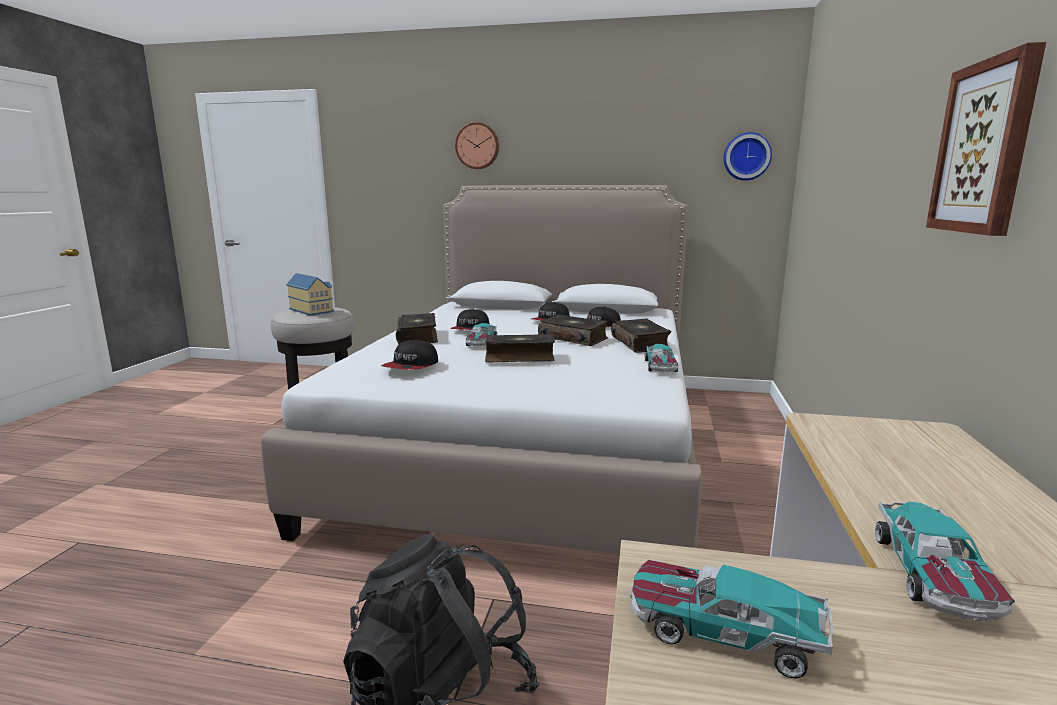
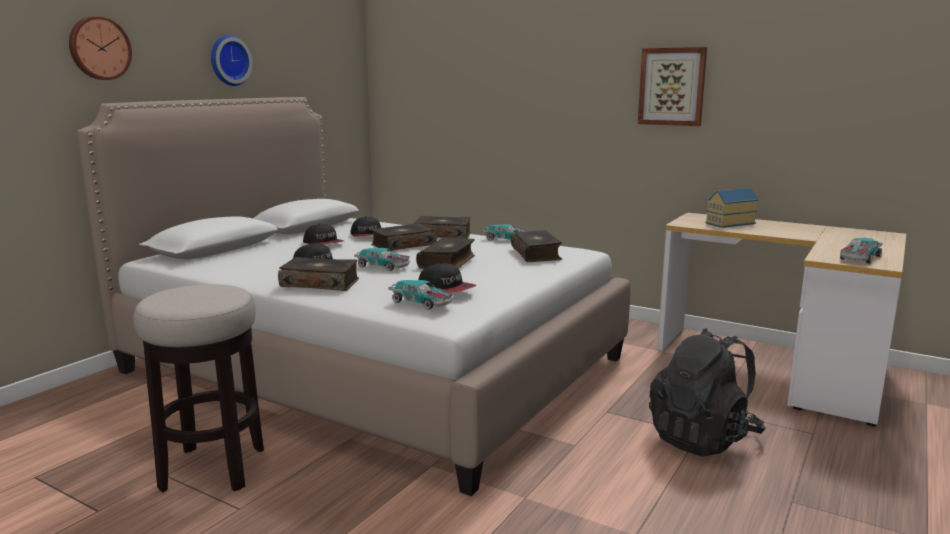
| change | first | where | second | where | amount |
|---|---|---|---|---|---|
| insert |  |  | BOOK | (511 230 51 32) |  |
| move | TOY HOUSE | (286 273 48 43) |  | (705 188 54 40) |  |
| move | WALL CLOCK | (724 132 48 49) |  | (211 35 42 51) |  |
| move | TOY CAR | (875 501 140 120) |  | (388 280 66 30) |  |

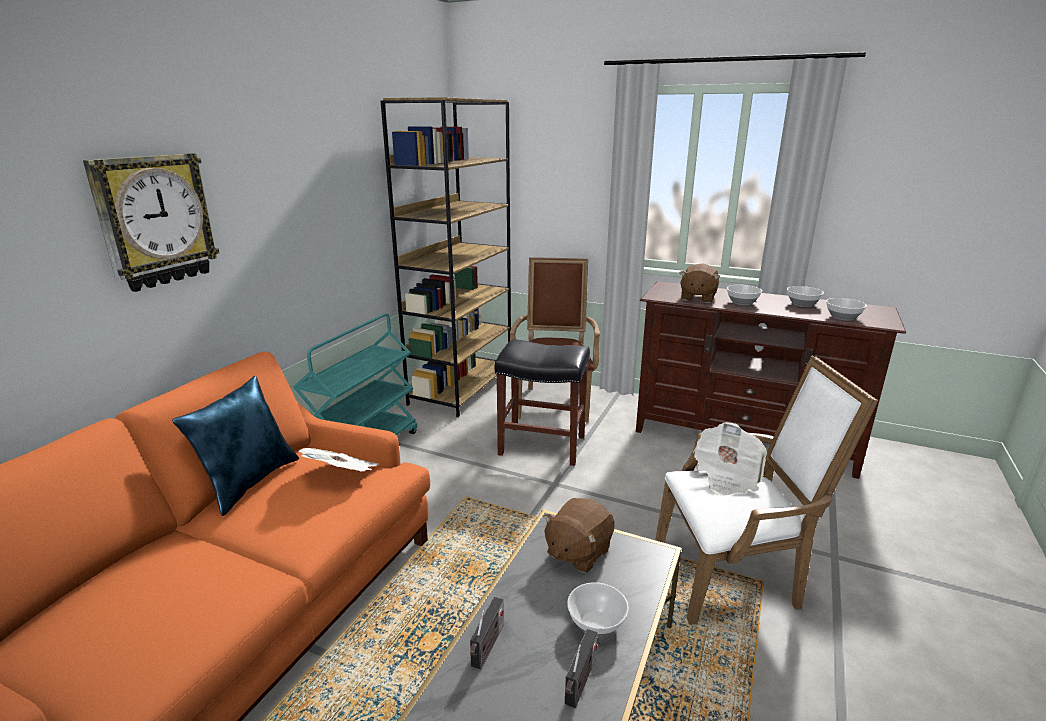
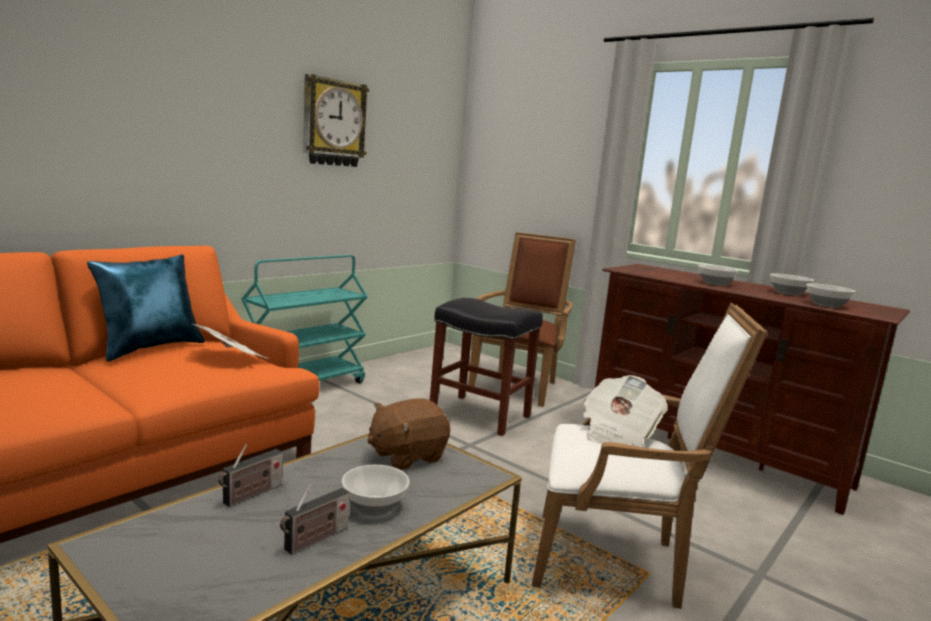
| change | first | where | second | where | amount |
|---|---|---|---|---|---|
| delete | BROWN BOOKCASE | (380 97 131 320) |  |  |  |
| delete | BROWN PLUSH TOY | (680 264 40 39) |  |  |  |
| move | WALL CLOCK | (83 153 136 139) |  | (303 74 66 93) |  |

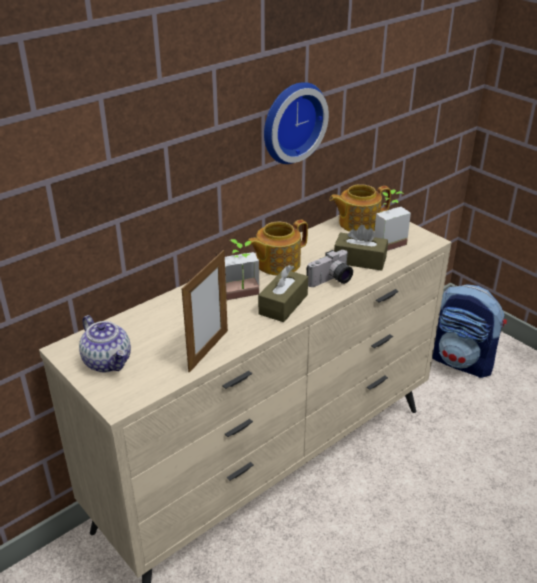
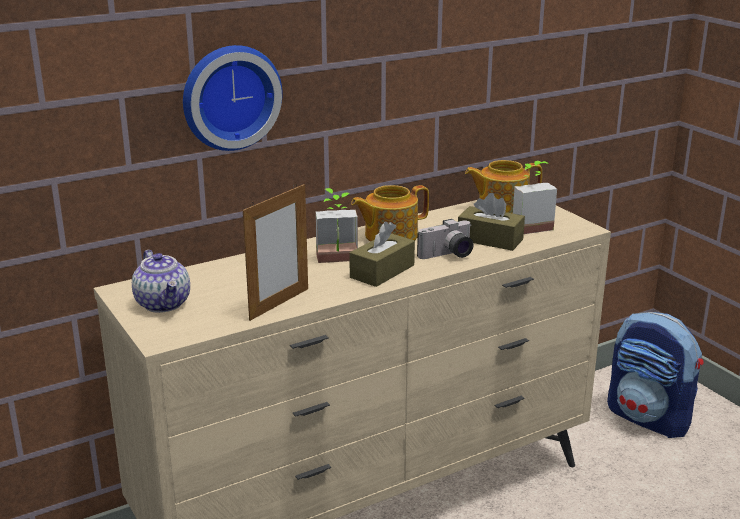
| change | first | where | second | where | amount |
|---|---|---|---|---|---|
| move | WALL CLOCK | (264 82 65 82) |  | (183 45 100 106) |  |

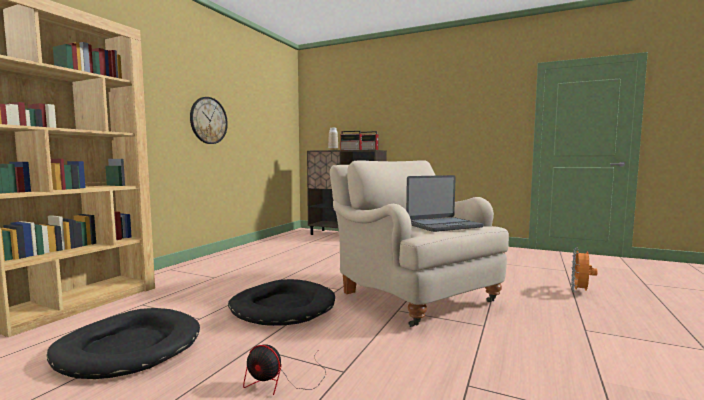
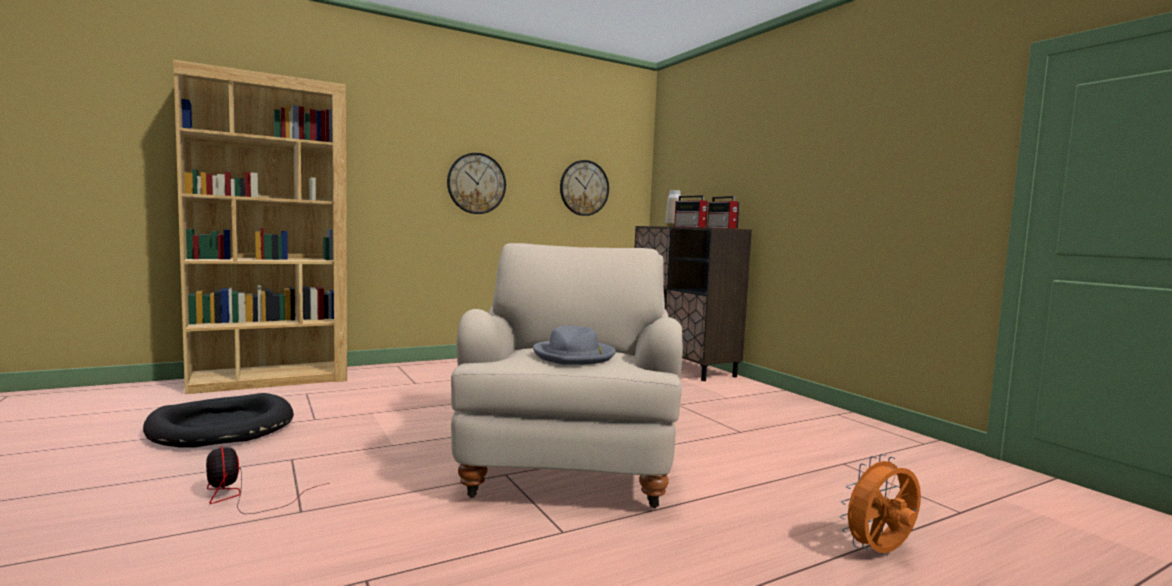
| change | first | where | second | where | amount |
|---|---|---|---|---|---|
| delete | BLACK DOG BED | (228 279 107 47) |  |  |  |
| insert |  |  | WALL CLOCK | (560 160 49 56) |  |
| replace | LAPTOP | (406 175 77 57) | GREY HAT | (533 326 83 39) |  |

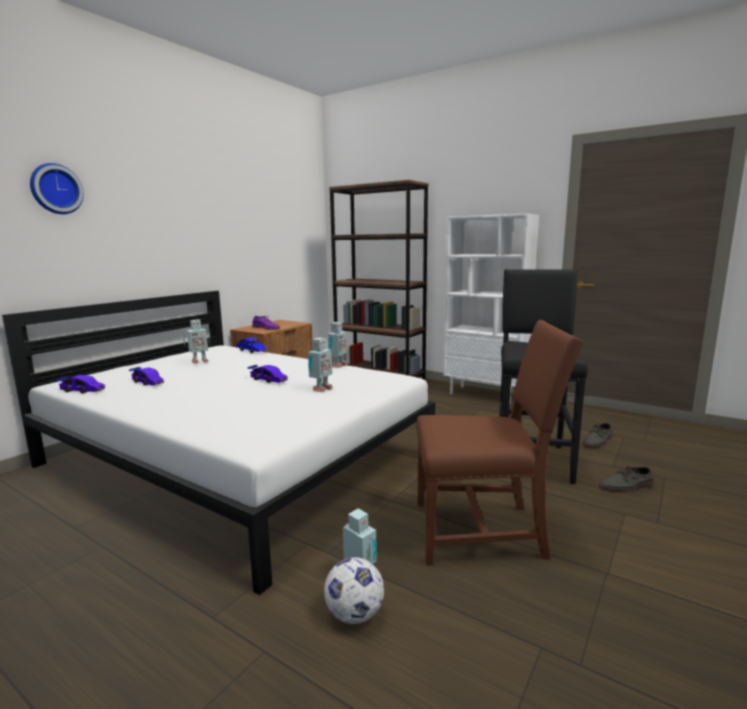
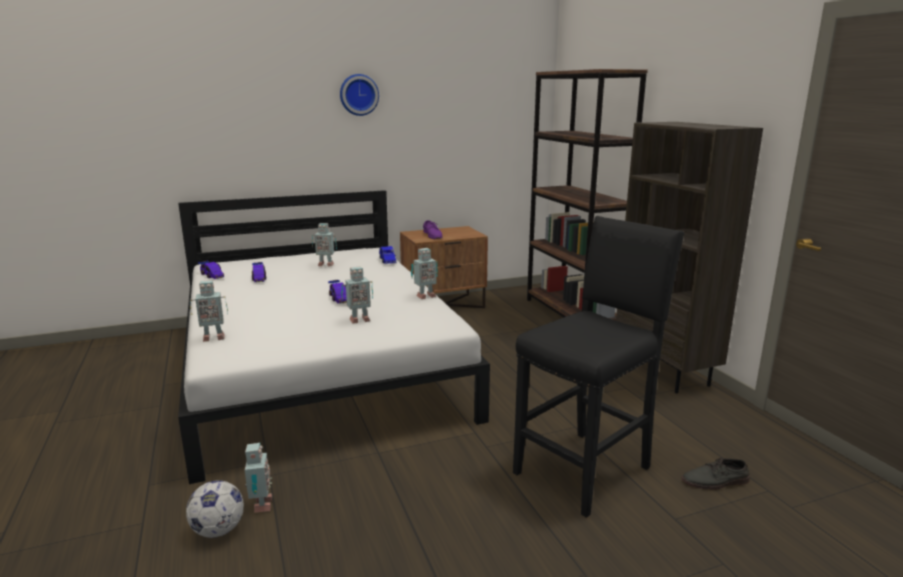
| change | first | where | second | where | amount |
|---|---|---|---|---|---|
| delete | BROWN CHAIR | (416 320 168 245) |  |  |  |
| delete | GREY SHOE | (599 465 55 27) |  |  |  |
| insert |  |  | TOY ROBOT | (190 280 38 62) |  |
| move | WALL CLOCK | (30 163 54 51) |  | (340 74 39 42) |  |
| recolor | WHITE BOOKCASE | (443 213 96 187) | BROWN BOOKCASE | (616 122 147 271) |  |

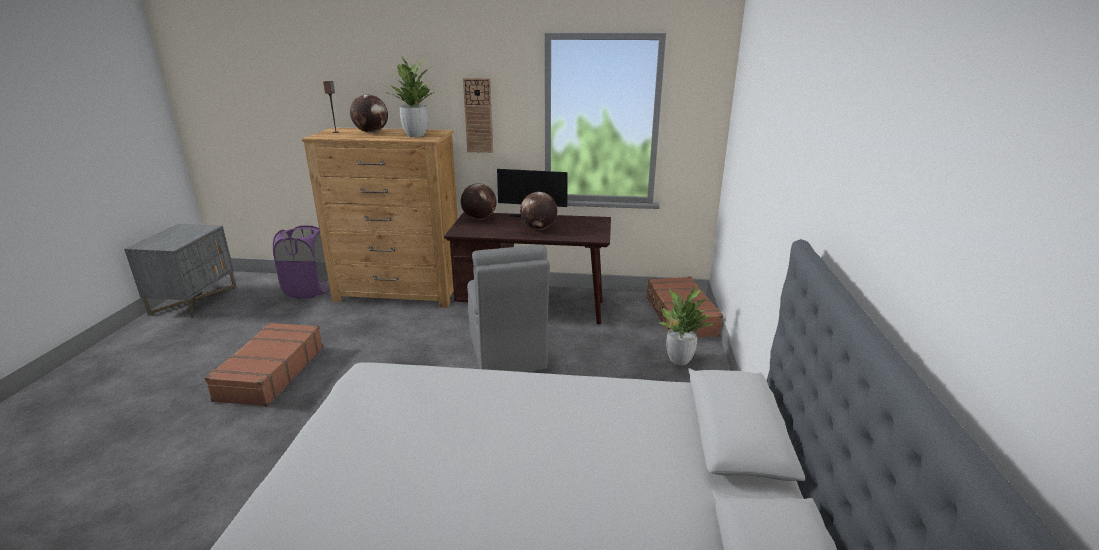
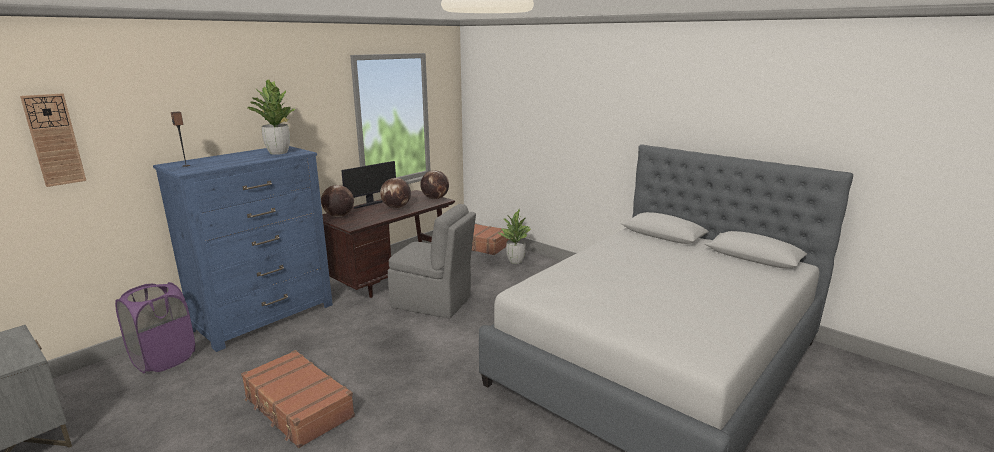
| change | first | where | second | where | amount |
|---|---|---|---|---|---|
| move | GLOBE | (350 94 38 39) |  | (420 170 29 29) |  |
| move | WALL CLOCK | (463 78 30 75) |  | (20 93 66 94) |  |
| recolor | BROWN DRESSER | (302 127 156 181) | BLUE DRESSER | (153 146 180 206) |  |

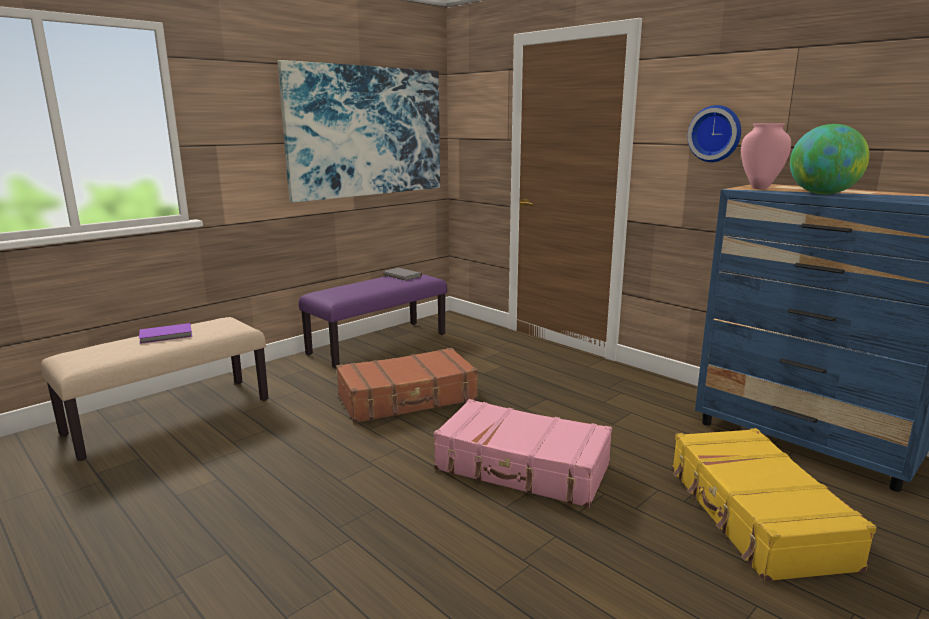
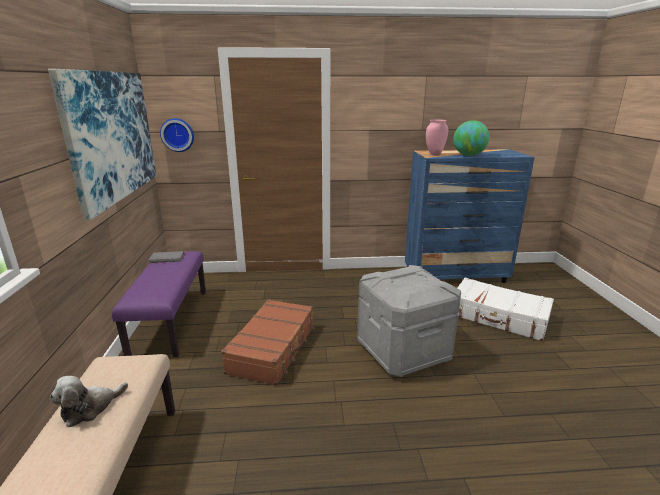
| change | first | where | second | where | amount |
|---|---|---|---|---|---|
| move | WALL CLOCK | (687 105 54 57) |  | (160 118 34 34) |  |
| replace | PURPLE BOOK | (139 323 53 21) | PLUSH TOY | (50 376 78 51) |  |
| replace | PINK SUITCASE | (434 399 178 109) | GREY STORAGE BOX | (357 265 104 112) |  |
| recolor | YELLOW SUITCASE | (672 428 205 154) | WHITE SUITCASE | (457 278 97 63) |  |

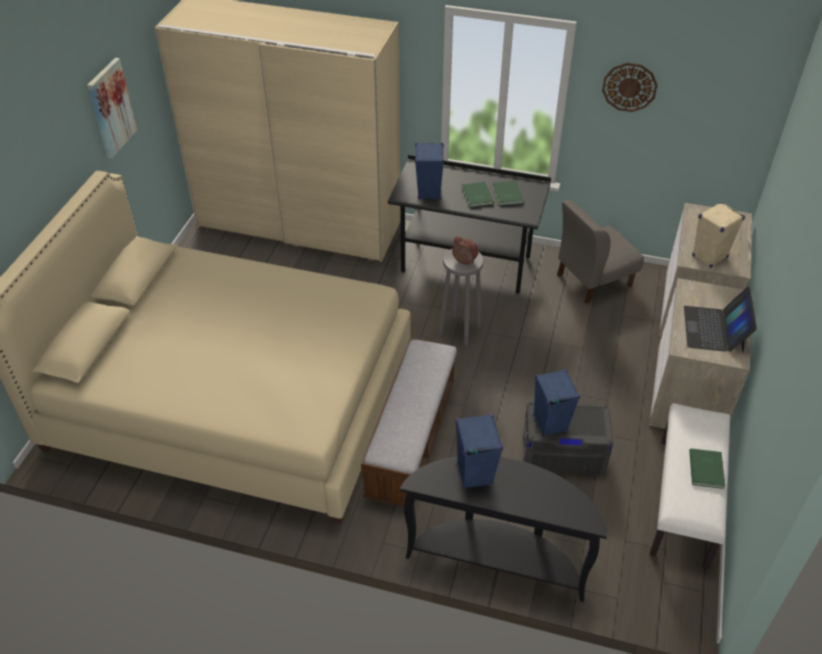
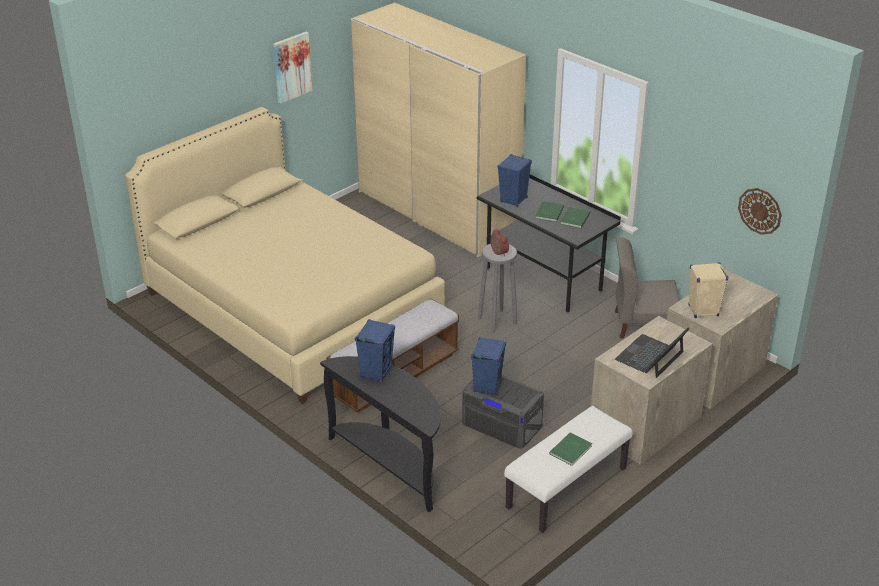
| change | first | where | second | where | amount |
|---|---|---|---|---|---|
| move | WALL CLOCK | (602 63 56 49) |  | (738 188 44 47) |  |

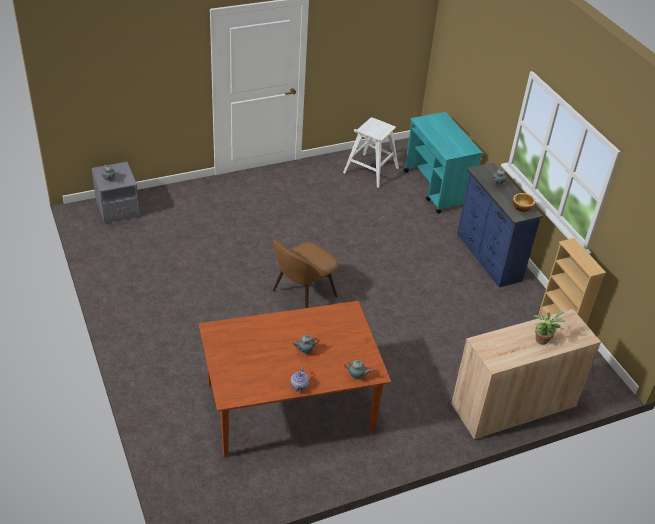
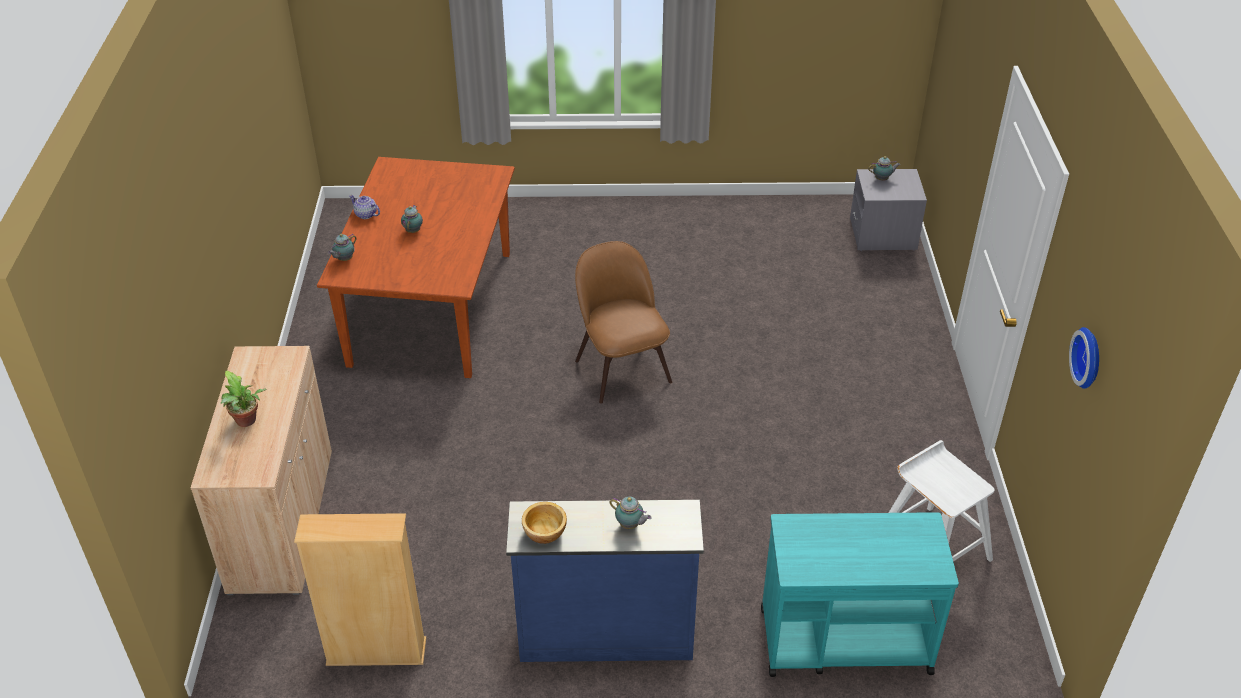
| change | first | where | second | where | amount |
|---|---|---|---|---|---|
| insert |  |  | WALL CLOCK | (1069 327 30 62) |  |

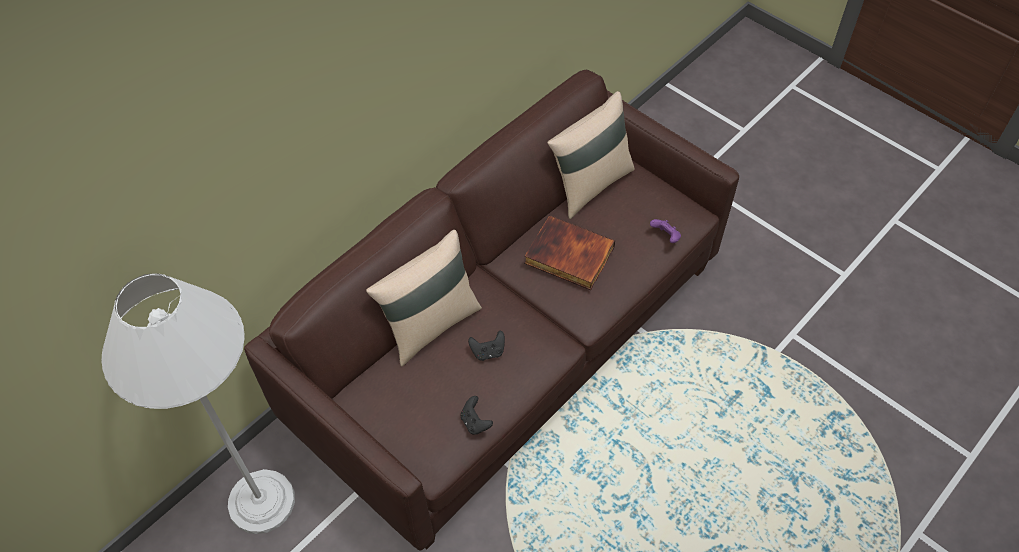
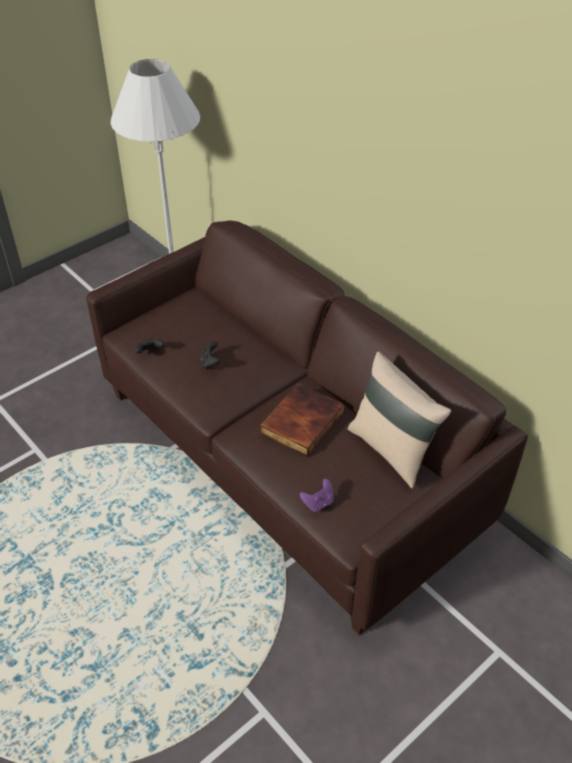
| change | first | where | second | where | amount |
|---|---|---|---|---|---|
| delete | BEIGE PILLOW | (366 230 116 136) |  |  |  |

